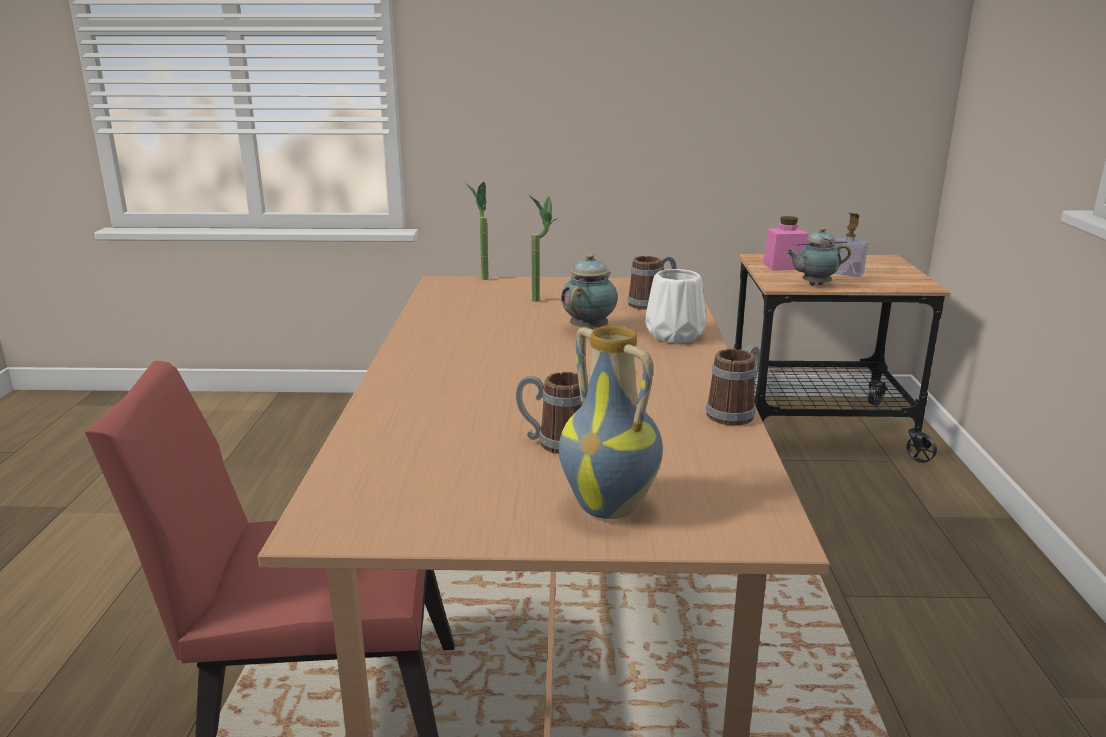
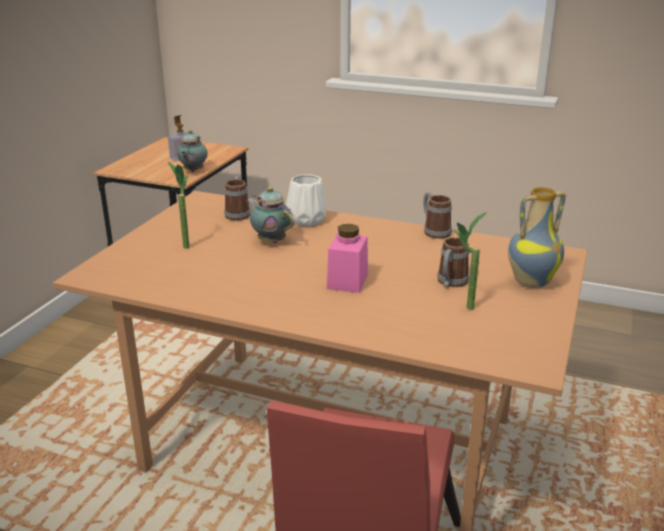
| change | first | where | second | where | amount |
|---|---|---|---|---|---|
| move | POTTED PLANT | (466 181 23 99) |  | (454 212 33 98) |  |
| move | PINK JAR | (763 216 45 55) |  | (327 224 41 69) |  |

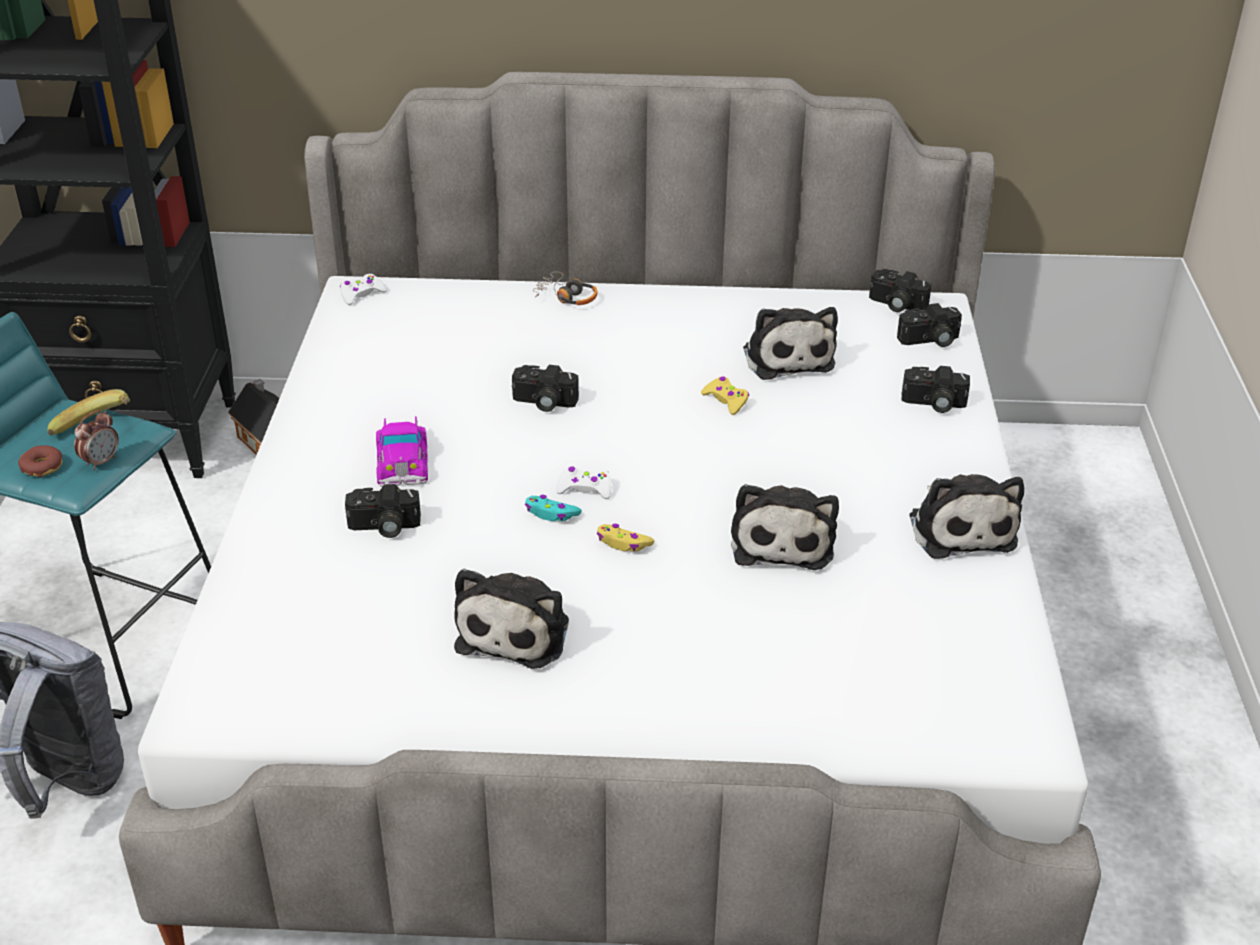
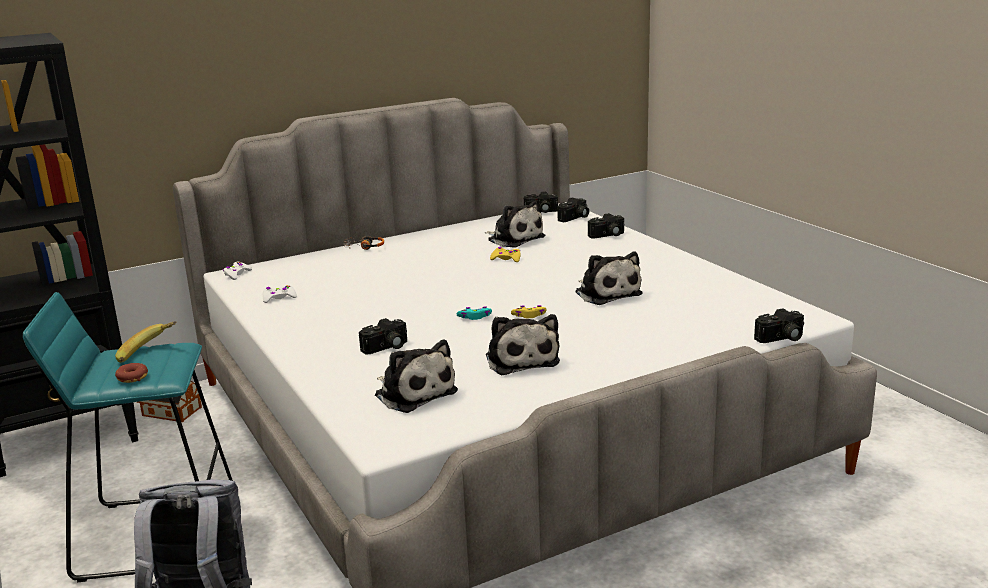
| change | first | where | second | where | amount |
|---|---|---|---|---|---|
| delete | ALARM CLOCK | (74 410 45 60) |  |  |  |
| delete | TOY CAR | (376 416 52 71) |  |  |  |
| move | PHOTO CAMERA | (512 365 67 47) |  | (754 308 50 35) |  |
| move | WHITE GAME CONTROLLER | (556 466 55 33) |  | (263 285 34 18) |  |
| move | PLUSH TOY | (909 474 115 85) |  | (375 340 83 73) |  |

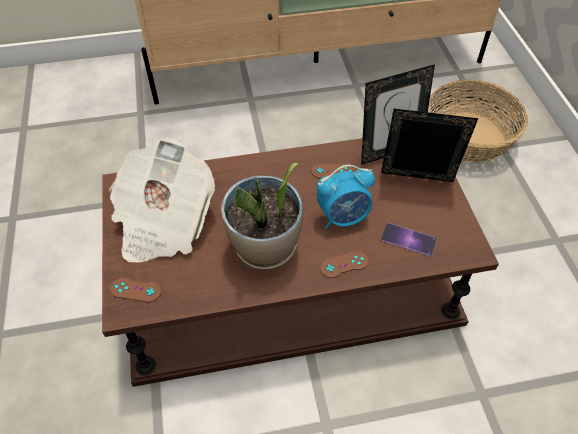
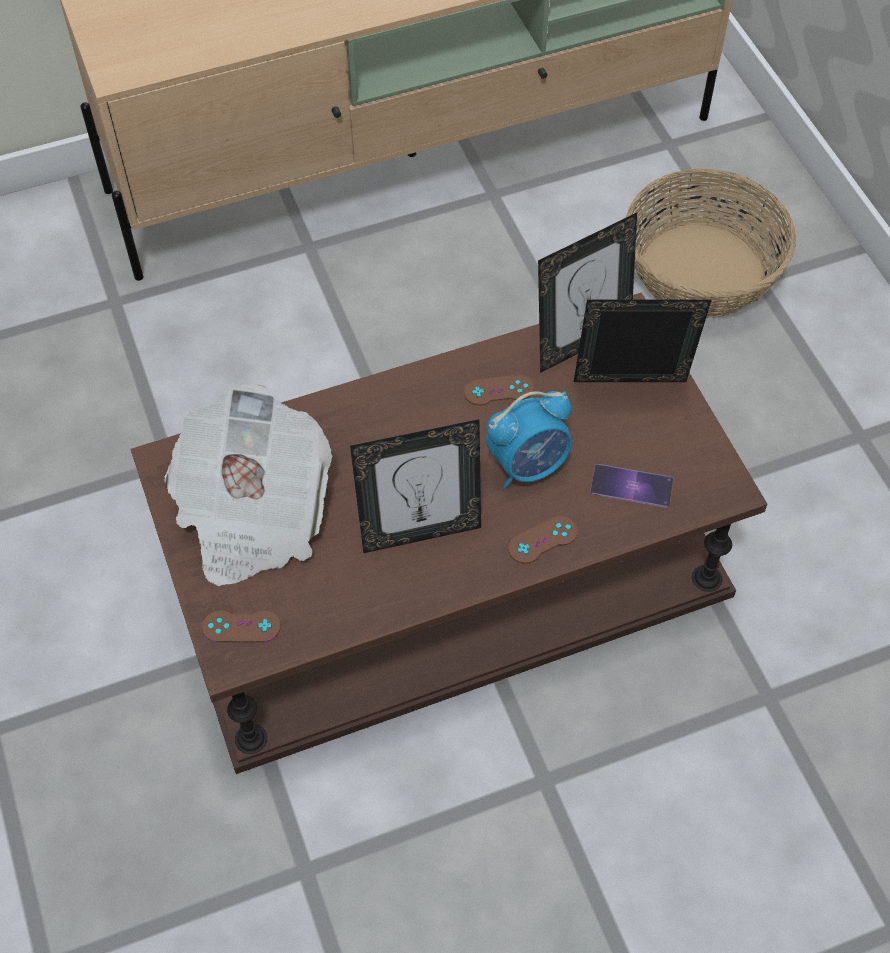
| change | first | where | second | where | amount |
|---|---|---|---|---|---|
| replace | POTTED PLANT | (221 163 82 106) | PICTURE FRAME | (350 419 131 134) |  |

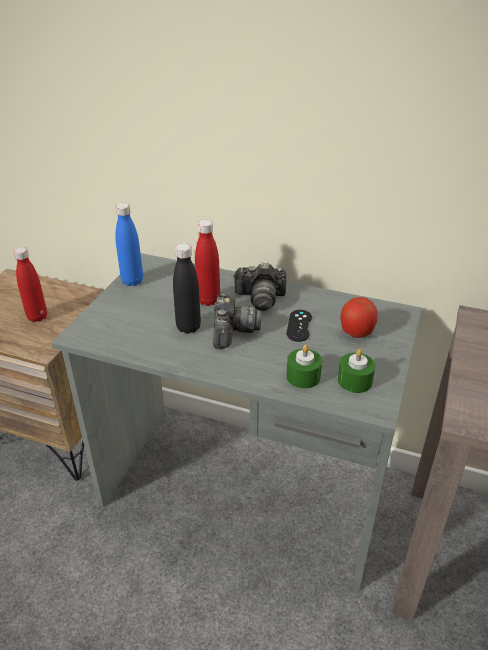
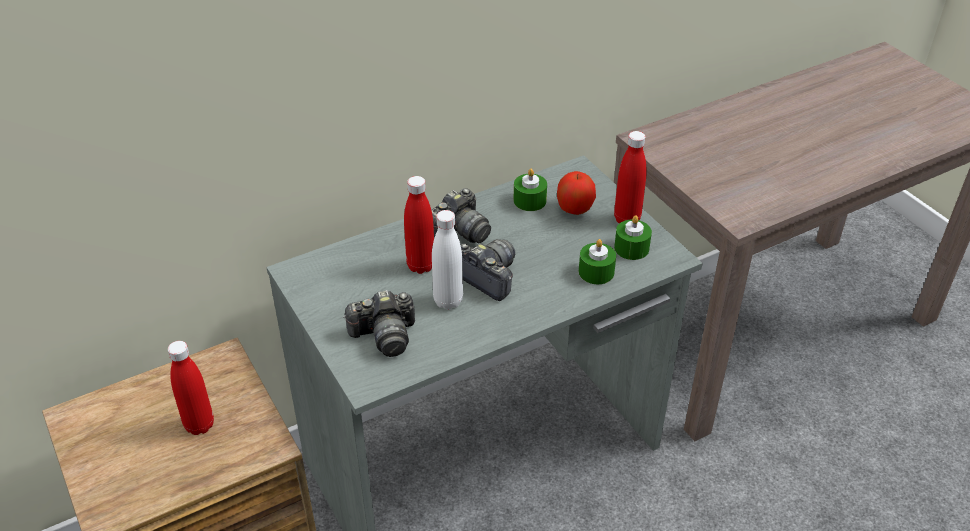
| change | first | where | second | where | amount |
|---|---|---|---|---|---|
| delete | BLUE BOTTLE | (115 203 28 83) |  |  |  |
| delete | BLACK GAME CONTROLLER | (286 310 26 32) |  |  |  |
| insert |  |  | PHOTO CAMERA | (343 290 72 67) |  |
| insert |  |  | GREEN CANDLE | (513 169 34 42) |  |
| insert |  |  | RED BOTTLE | (614 131 33 92) |  |
| recolor | BLACK BOTTLE | (173 243 28 91) | WHITE BOTTLE | (432 210 31 100) |  |

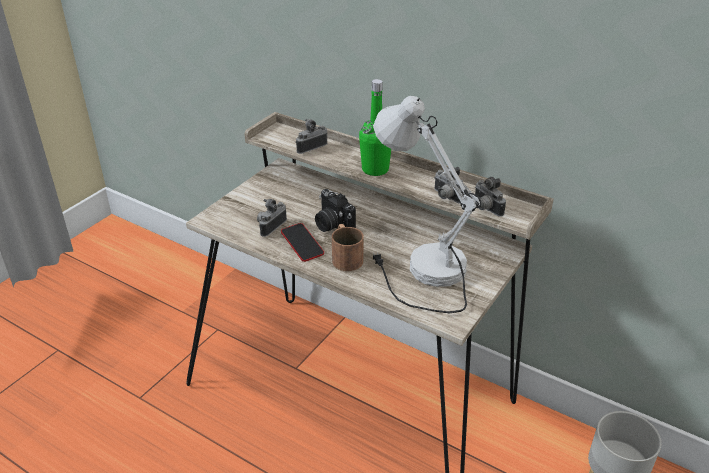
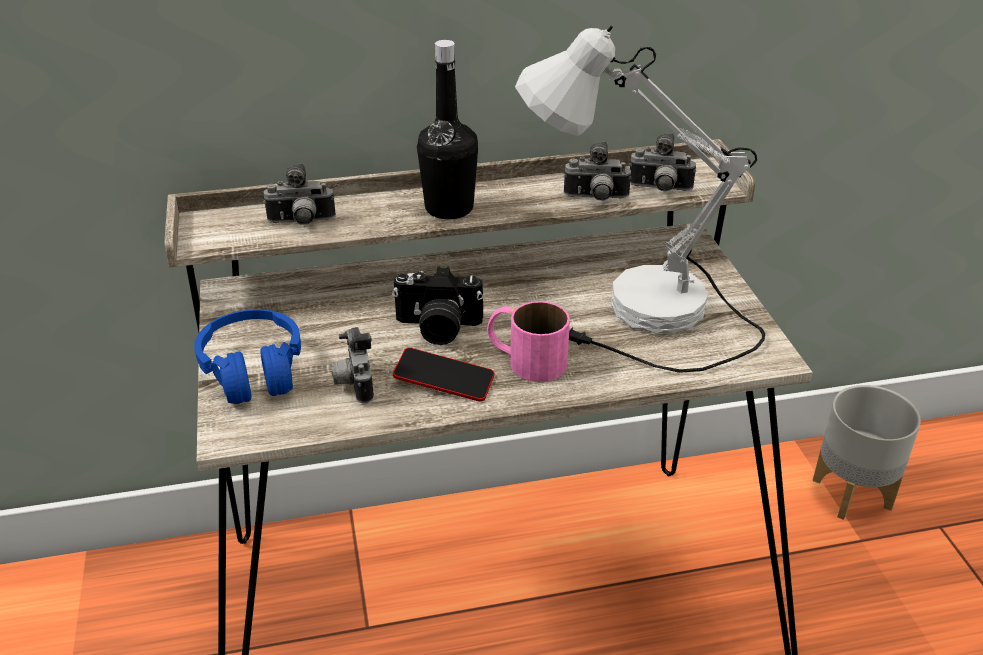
| change | first | where | second | where | amount |
|---|---|---|---|---|---|
| insert |  |  | BLUE HEADPHONES | (194 309 107 95) |  |
| recolor | BROWN MUG | (332 224 32 47) | PINK MUG | (487 301 83 81) |  |
| recolor | GREEN BOTTLE | (359 79 32 97) | BLACK BOTTLE | (417 40 61 179) |  |
| rotate | PHOTO CAMERA | (295 119 32 35) |  | (263 163 73 62) | 105 degrees counterclockwise |

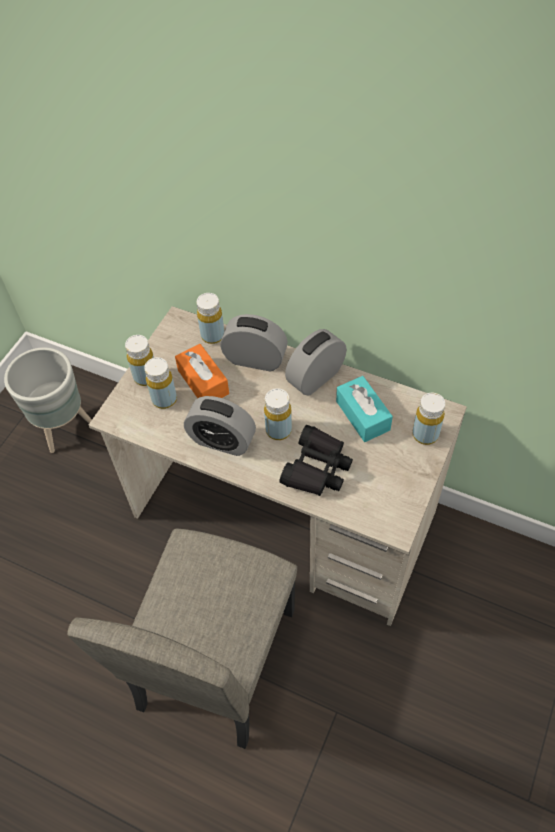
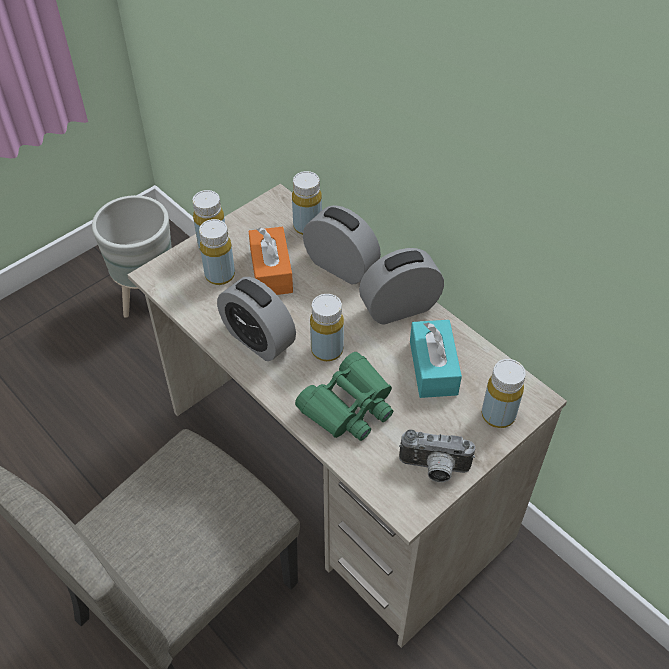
| change | first | where | second | where | amount |
|---|---|---|---|---|---|
| insert |  |  | PHOTO CAMERA | (399 429 76 53) |  |
| recolor | BLACK BINOCULARS | (279 425 74 71) | GREEN BINOCULARS | (295 352 98 89) |  |

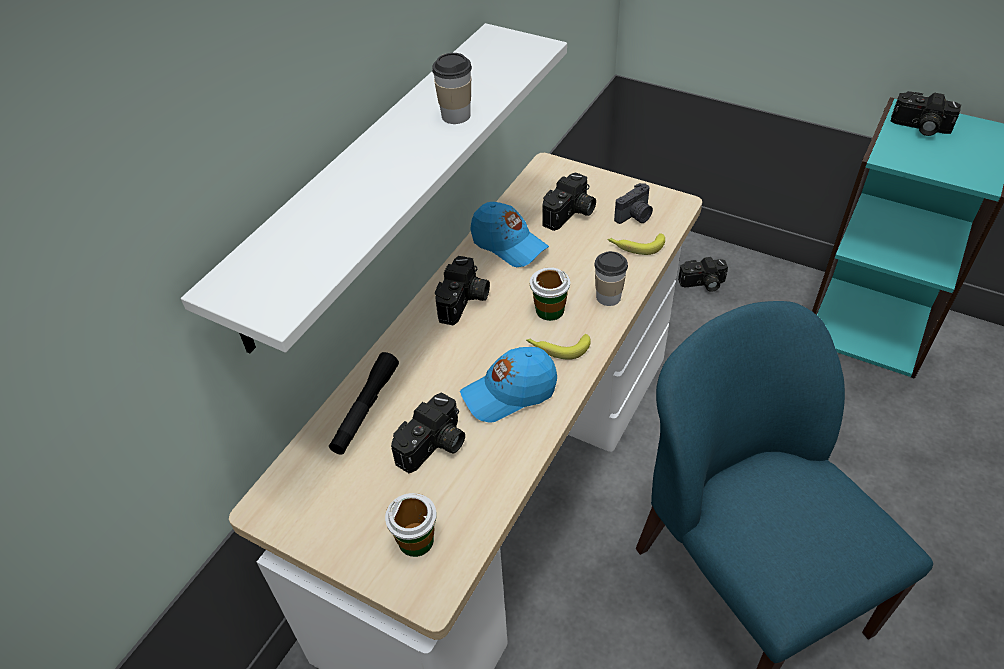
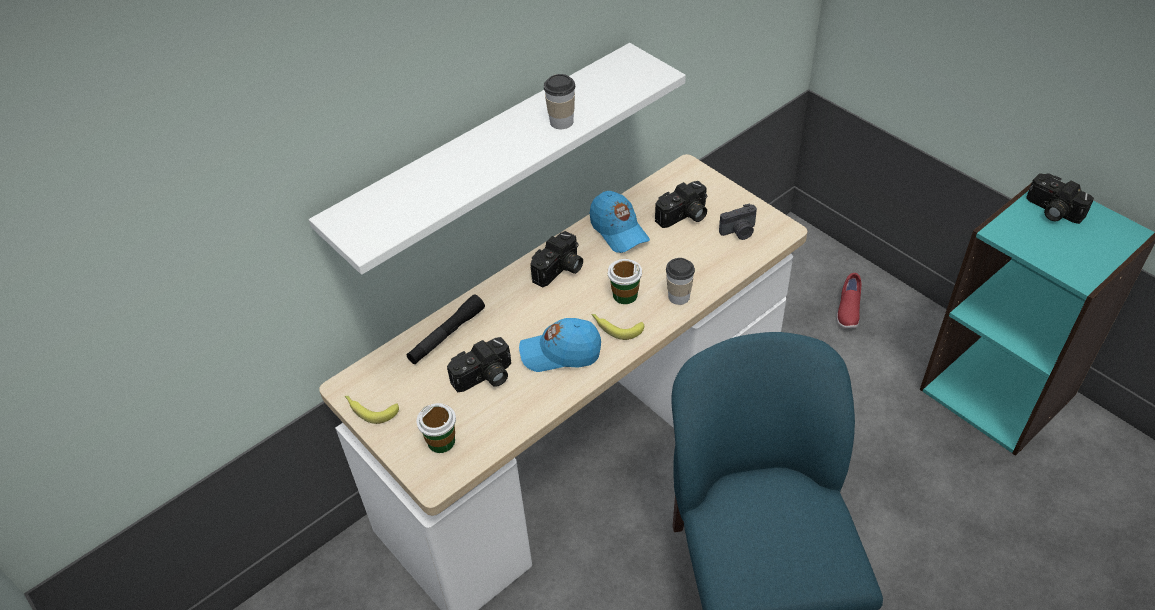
| change | first | where | second | where | amount |
|---|---|---|---|---|---|
| move | BANANA | (607 233 58 22) |  | (345 396 54 28) |  |
| replace | PHOTO CAMERA | (678 257 50 35) | RED SHOE | (837 273 24 55) |  |

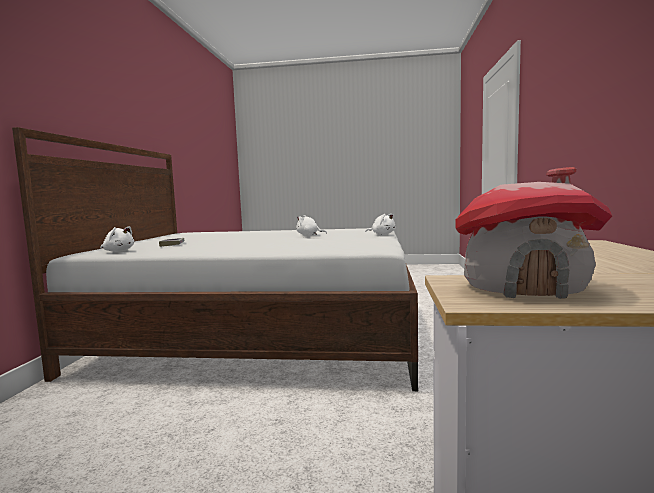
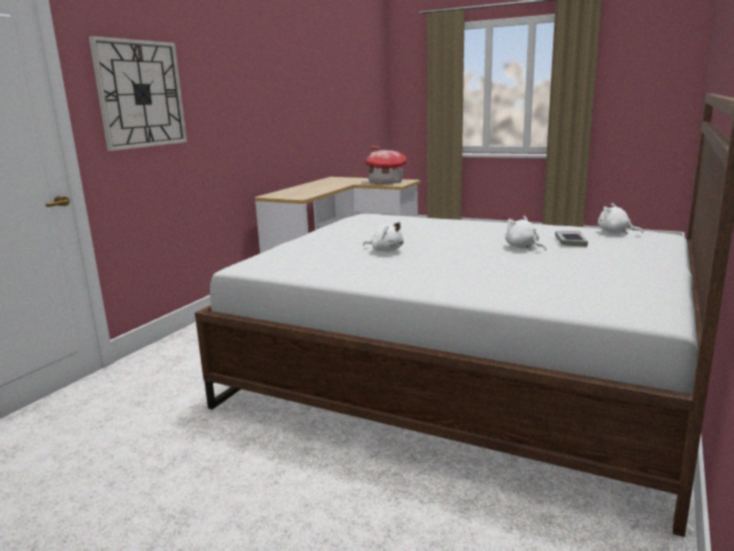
| change | first | where | second | where | amount |
|---|---|---|---|---|---|
| insert |  |  | WALL CLOCK | (89 36 98 115) |  |
| move | WHITE PLUSH TOY | (365 213 31 22) |  | (505 215 41 35) |  |

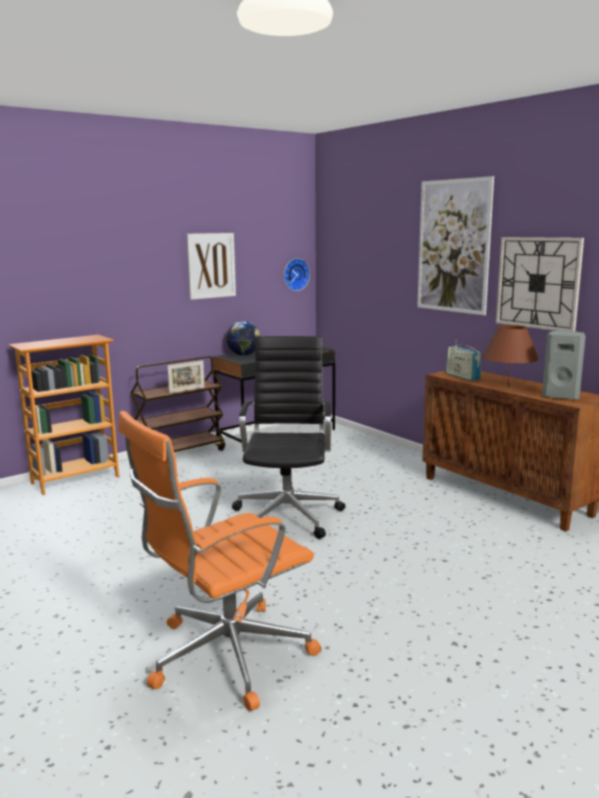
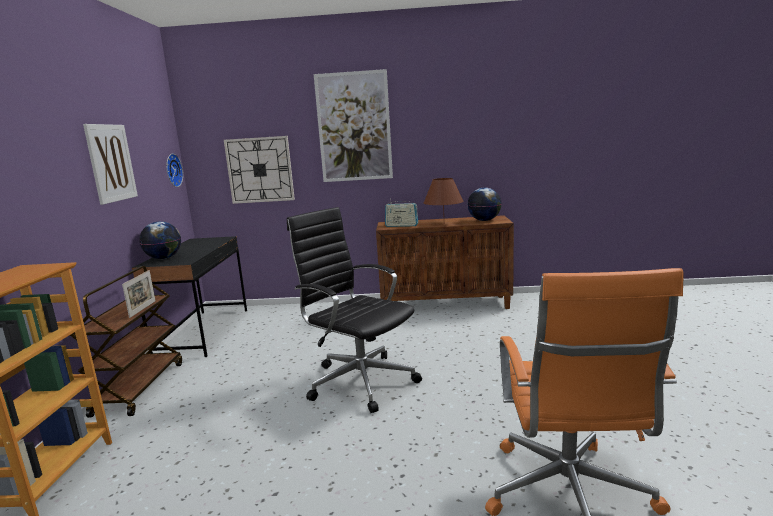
| change | first | where | second | where | amount |
|---|---|---|---|---|---|
| move | WALL CLOCK | (496 237 88 94) |  | (224 136 71 68) |  |
| replace | GREY SPEAKER | (542 331 44 69) | GLOBE | (467 187 35 34) |  |

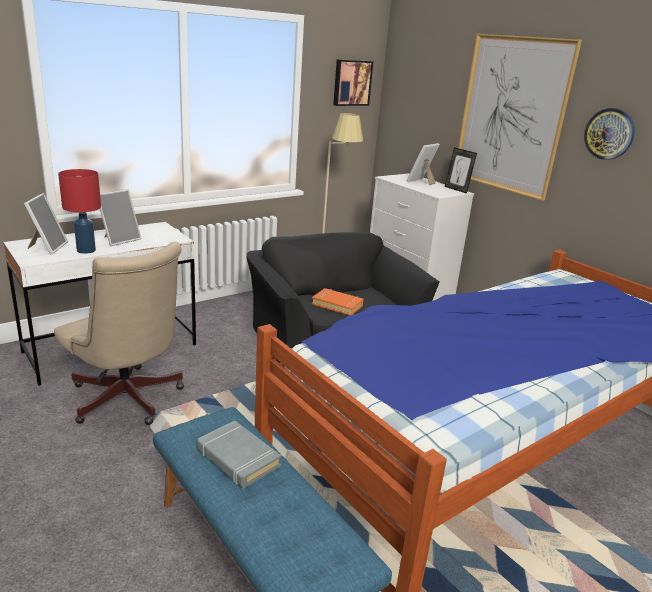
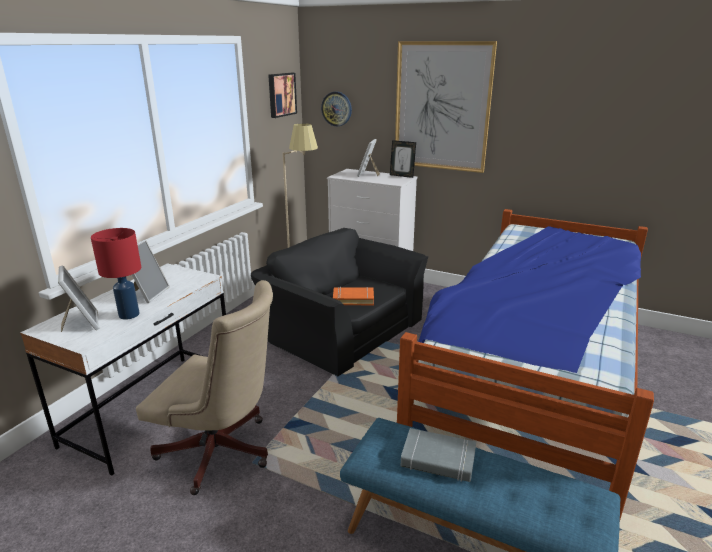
| change | first | where | second | where | amount |
|---|---|---|---|---|---|
| move | WALL CLOCK | (584 108 51 52) |  | (321 92 31 34) |  |

